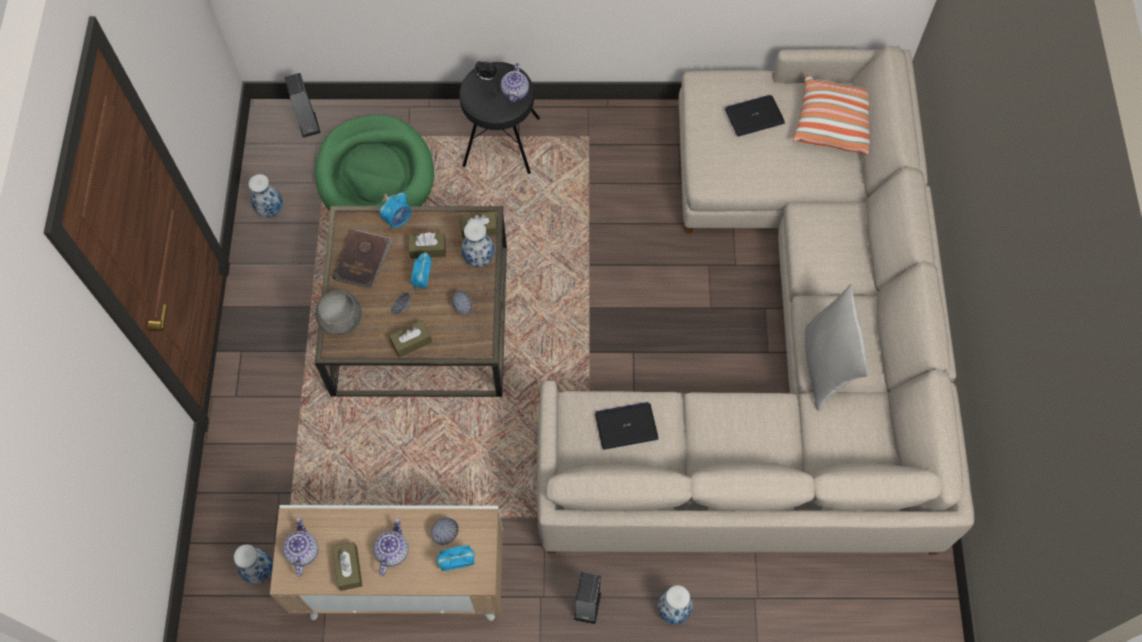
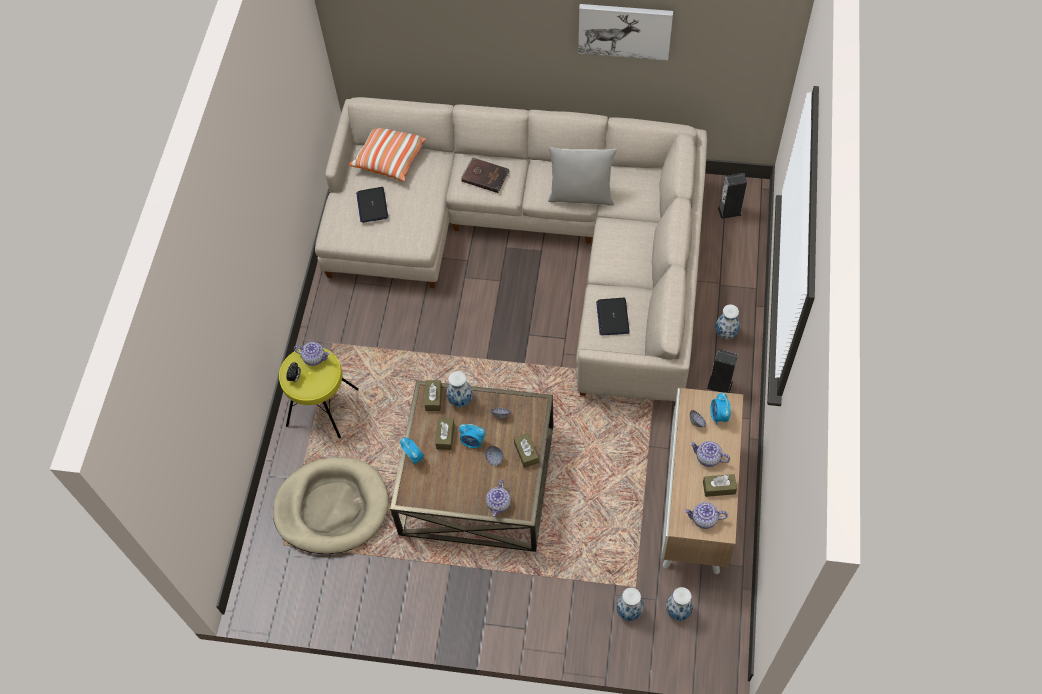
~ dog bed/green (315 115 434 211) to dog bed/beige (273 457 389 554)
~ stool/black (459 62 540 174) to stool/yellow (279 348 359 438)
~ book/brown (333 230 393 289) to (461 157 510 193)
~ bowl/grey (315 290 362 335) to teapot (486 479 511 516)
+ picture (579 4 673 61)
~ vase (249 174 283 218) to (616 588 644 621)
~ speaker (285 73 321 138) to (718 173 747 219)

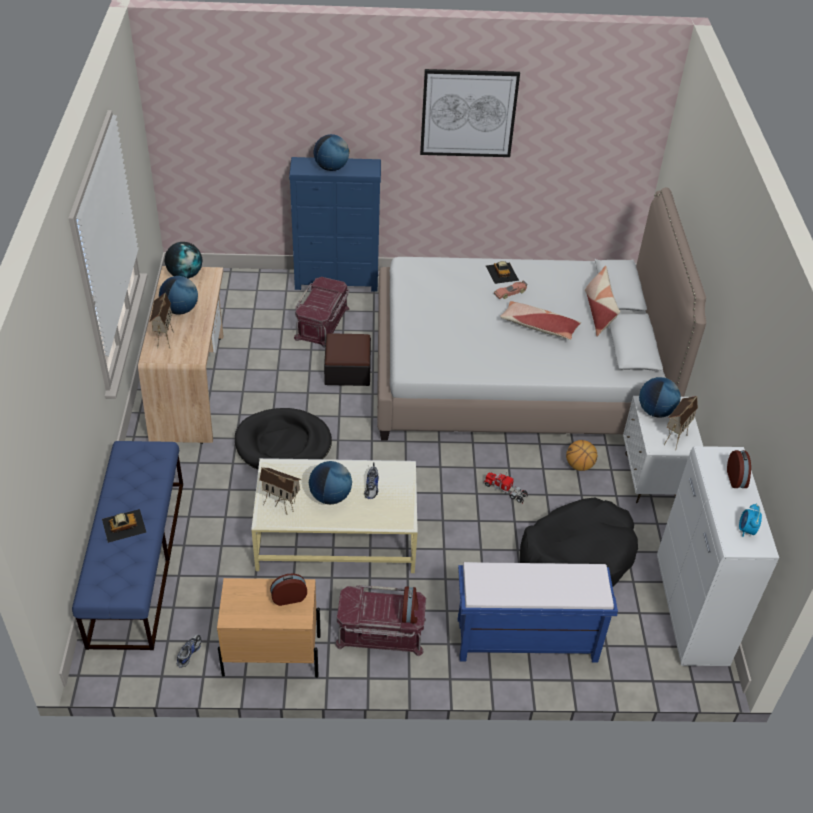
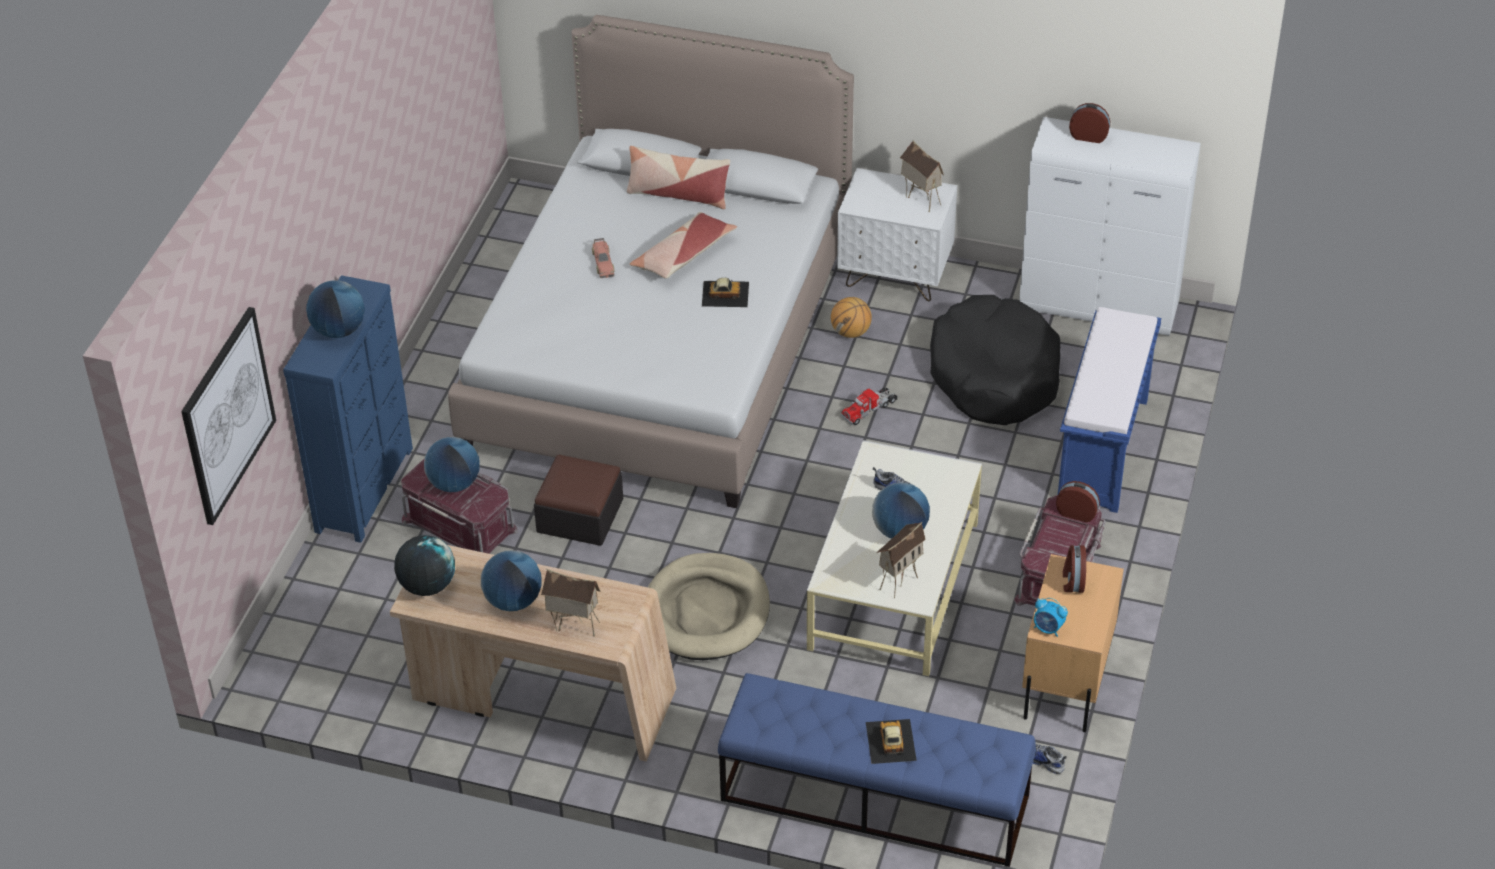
~ picture (420 69 520 157) to (181 307 276 525)
~ globe (639 377 681 418) to (424 437 480 492)
~ dog bed/black (235 408 332 470) to dog bed/beige (648 553 770 660)
~ toy car (486 261 519 284) to (702 278 749 307)
~ alarm clock (739 503 762 537) to (1034 598 1068 637)

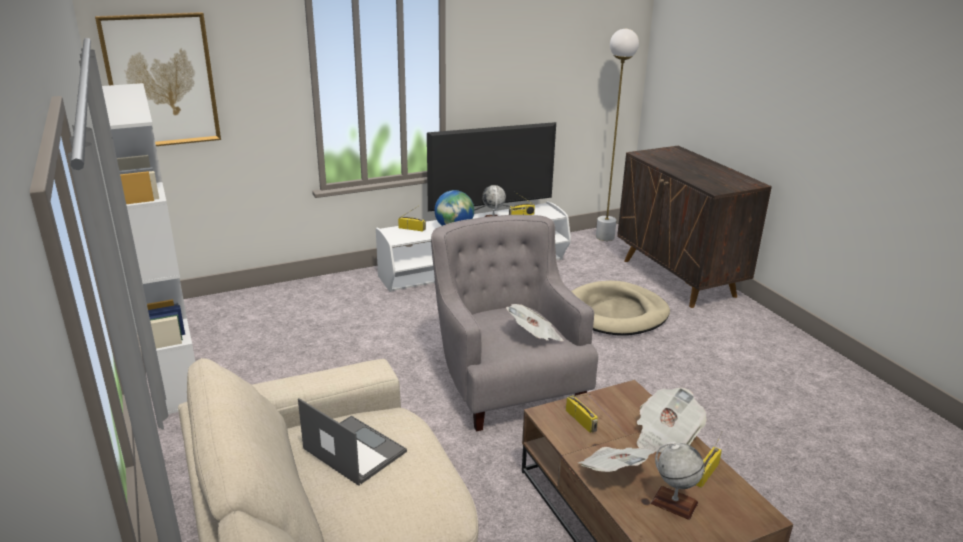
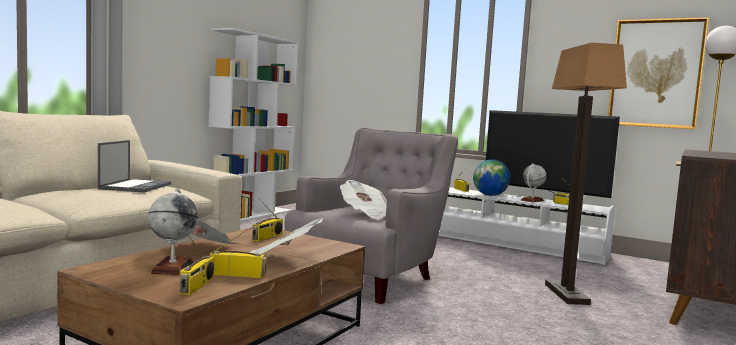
+ radio (179 233 214 295)
~ dog bed/beige (571 281 670 335) to floor lamp (545 43 627 305)
~ picture (95 12 221 146) to (608 17 709 129)

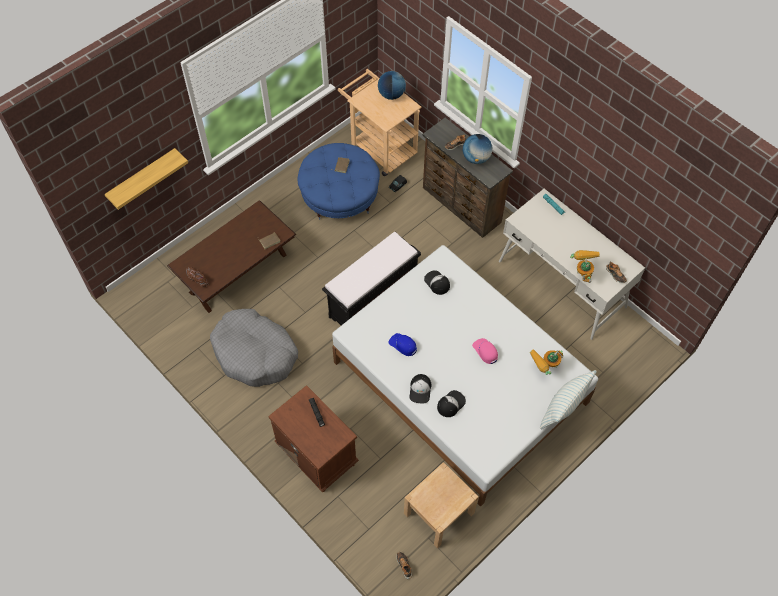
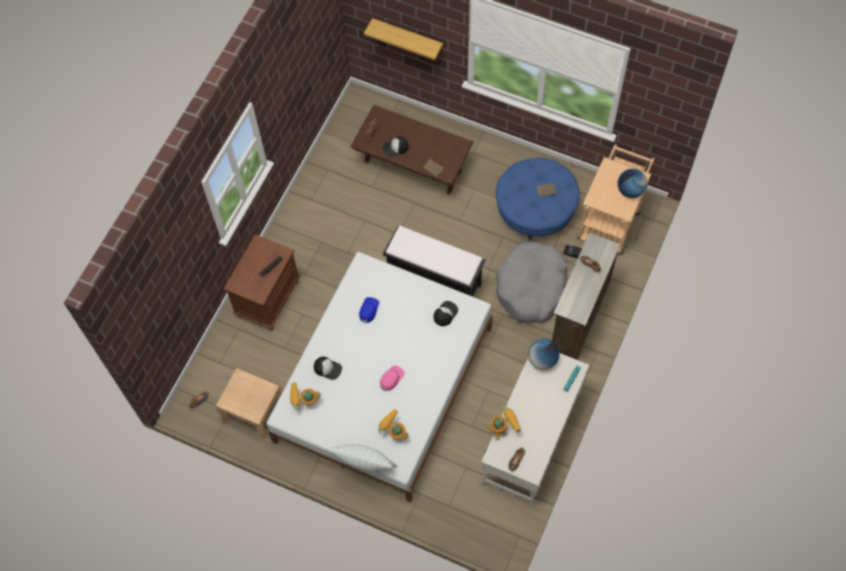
+ toy robot (290 382 321 410)
~ cap (410 374 431 403) to (383 136 409 157)
~ dog bed/grey (210 309 298 387) to (496 242 567 323)
~ globe (463 134 492 164) to (528 339 559 370)

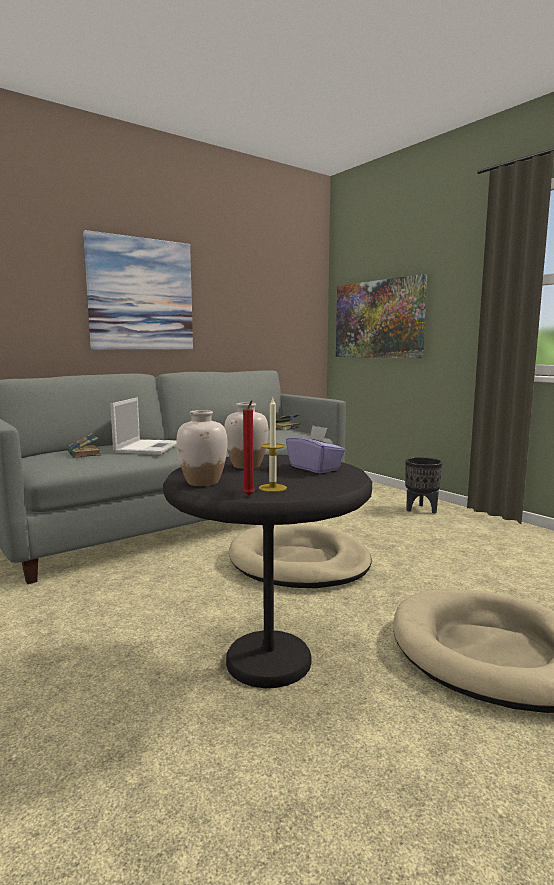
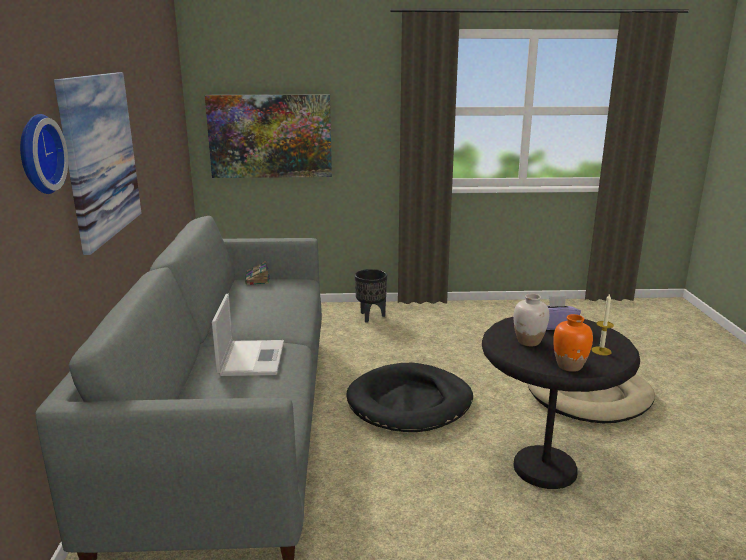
+ wall clock (20 114 68 194)
~ laptop (110 397 177 454) = (212 294 284 376) 45 degrees clockwise
~ dog bed/beige (229 524 372 588) to dog bed/black (347 363 473 432)
~ vase/white (177 410 227 486) to vase/orange (553 314 593 372)
- book (68 433 102 458)
- candle/red (243 400 255 496)

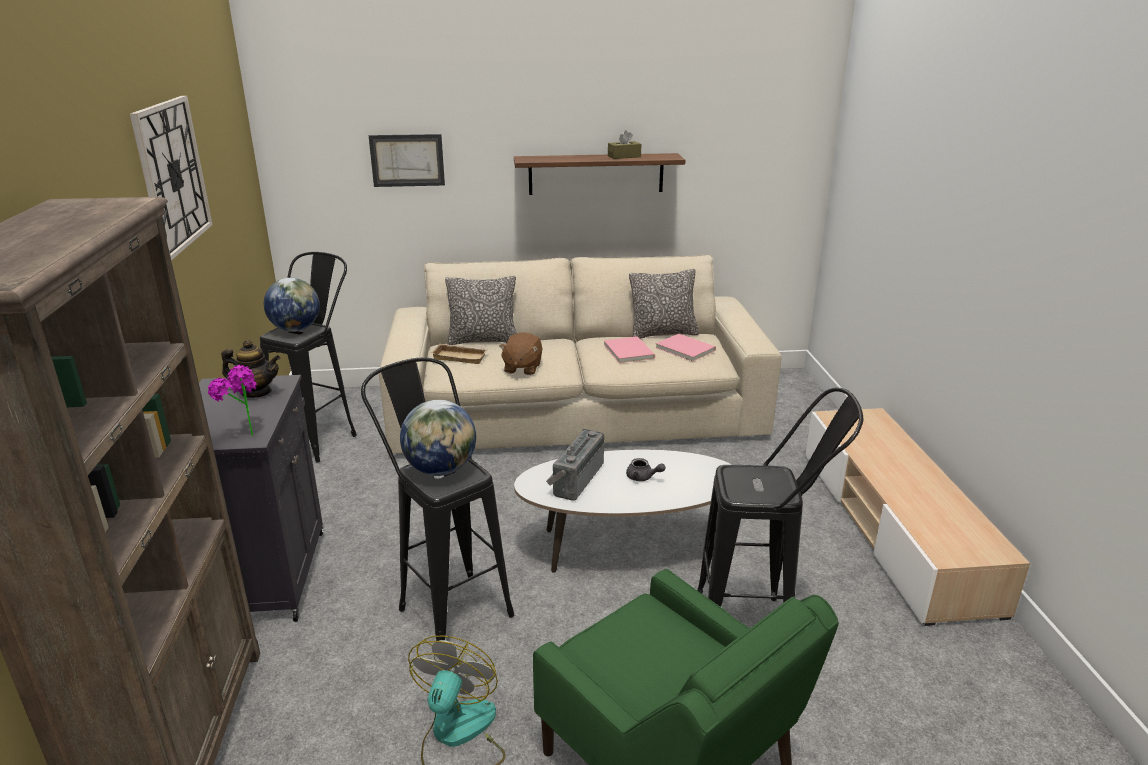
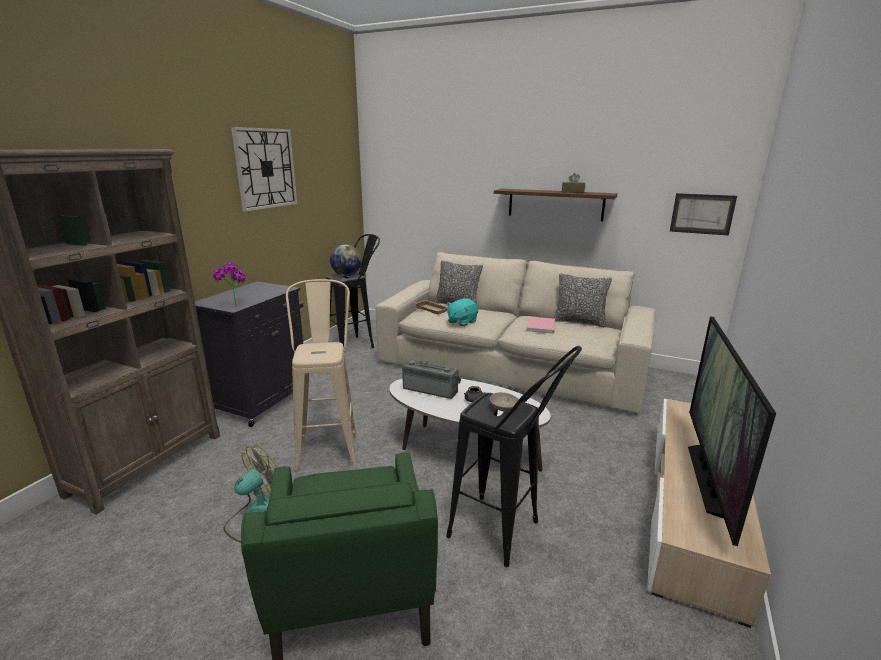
~ stool/black (361 357 514 641) to stool/beige (286 279 357 471)
~ radio (546 429 604 501) = (402 359 461 399) 60 degrees clockwise
~ plush toy/brown (499 332 543 375) to plush toy/turquoise (447 298 478 326)
+ bowl/beige (490 392 519 412)
~ picture (369 134 445 187) to (670 193 737 235)
+ television (688 317 776 546)
- teapot (221 340 280 398)
- globe (400 399 476 476)
- book/pink (656 334 716 361)

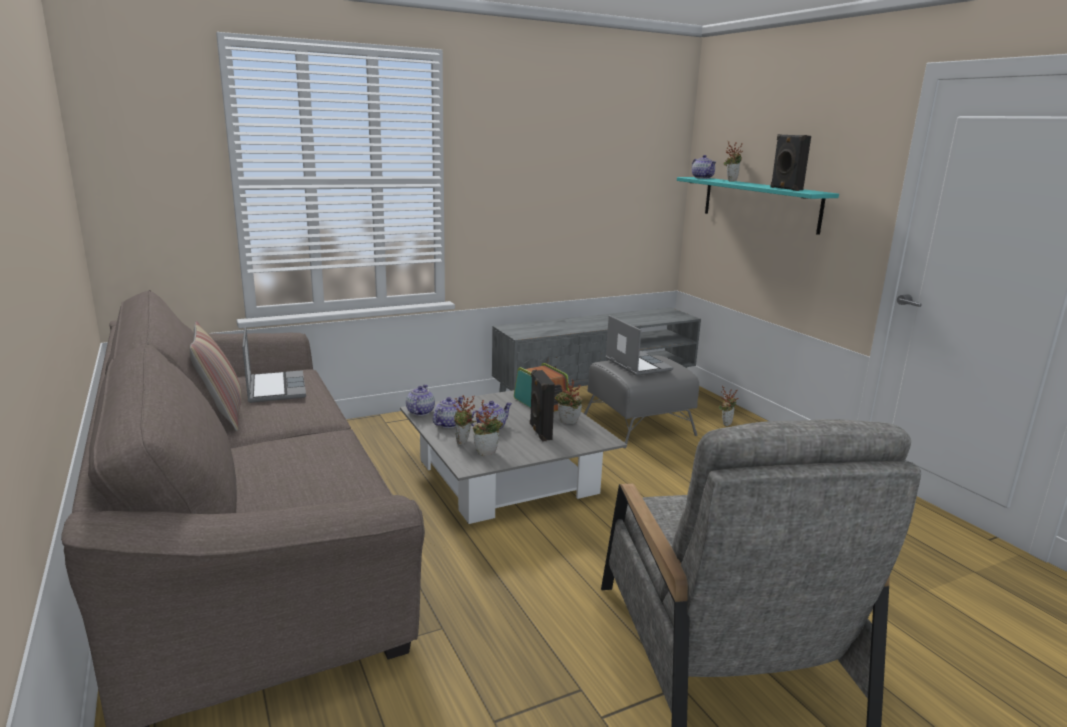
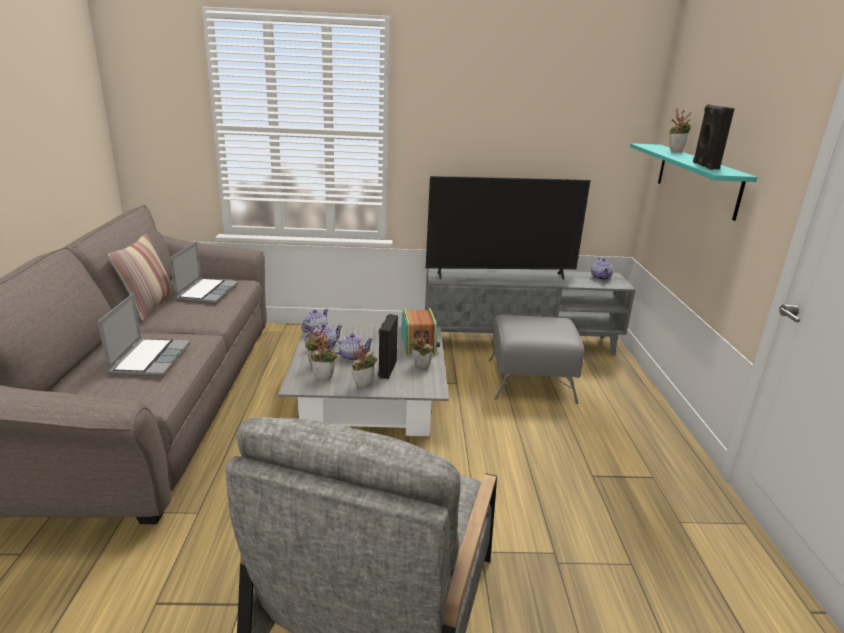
~ laptop (605 315 673 376) to (98 293 190 376)
~ potted plant (718 386 738 426) to (352 340 377 388)
+ television (426 176 591 280)
~ teapot (692 155 716 179) to (591 258 613 280)

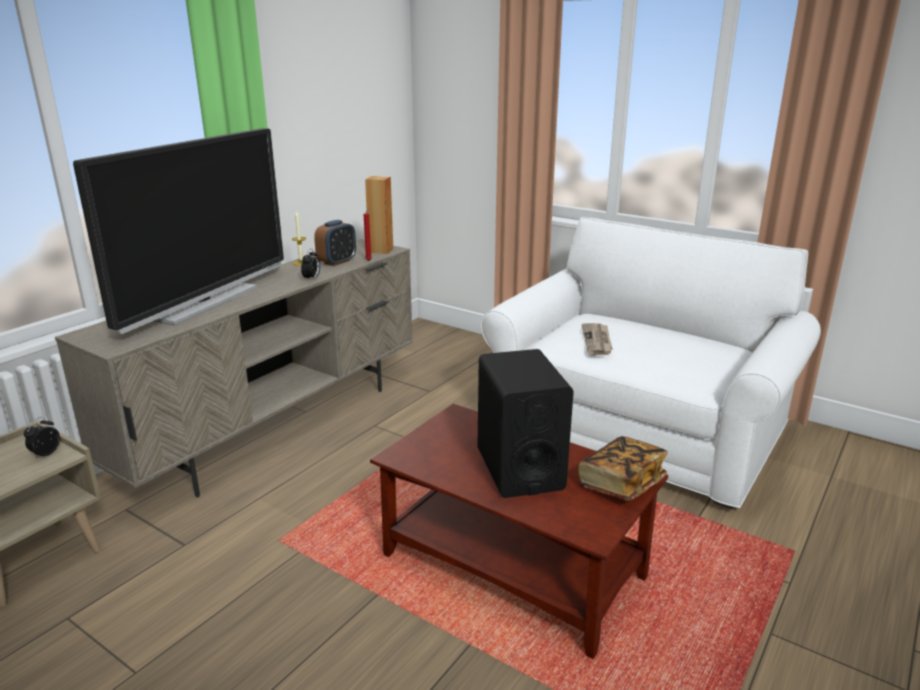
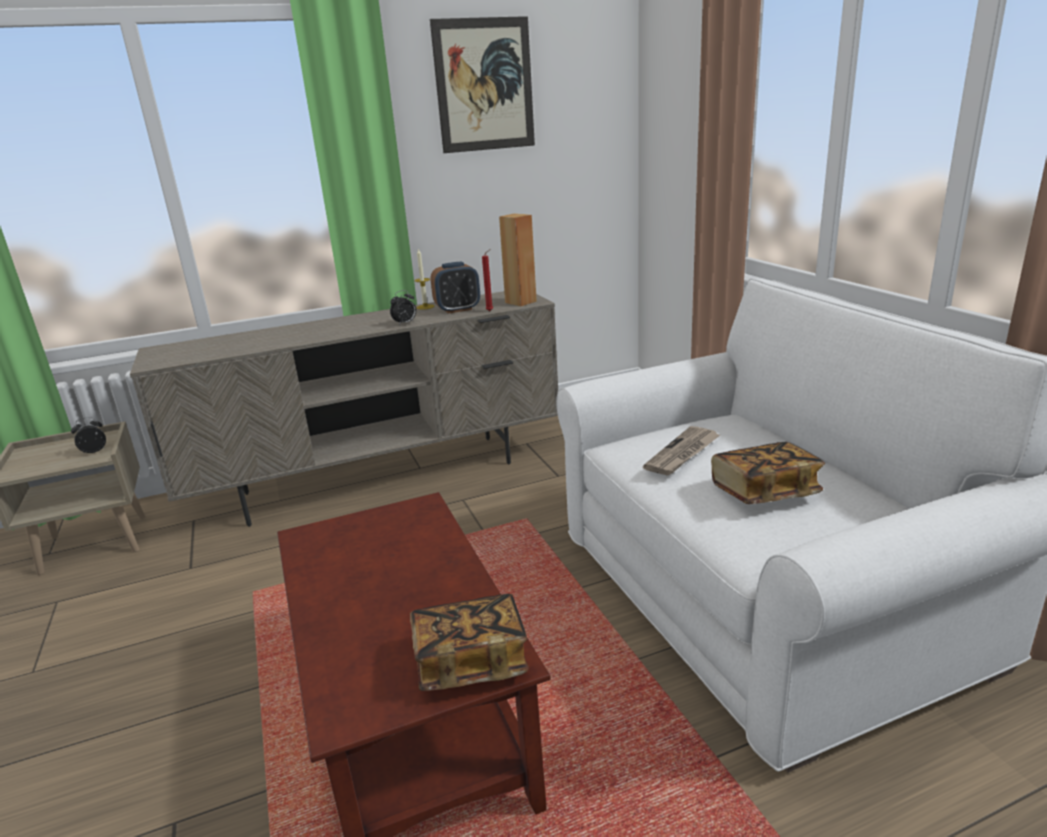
+ picture (430 16 535 153)
+ book (711 442 825 504)
- television (73 128 284 334)
- speaker/black (477 349 574 498)

